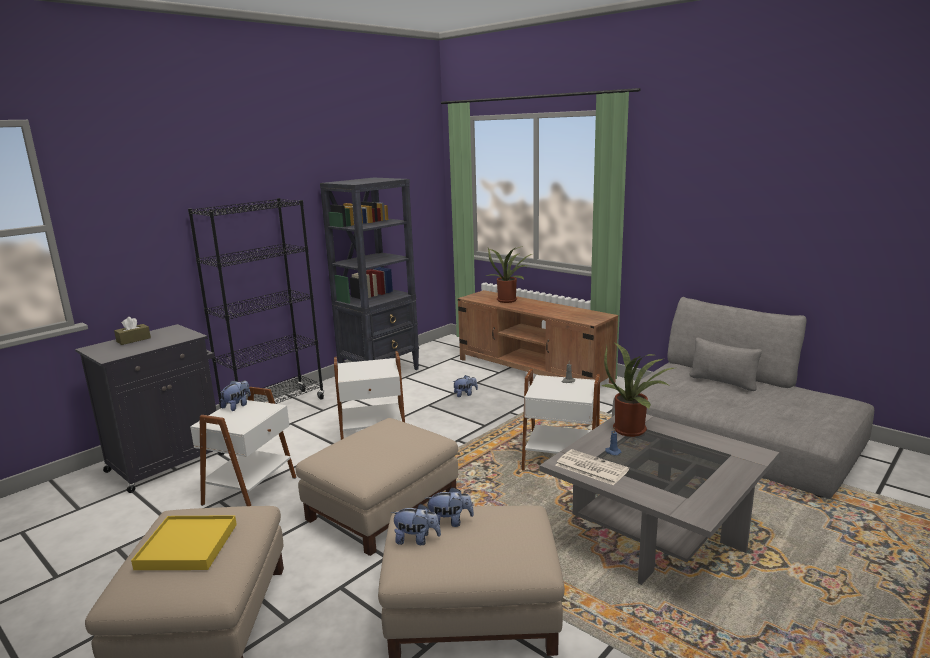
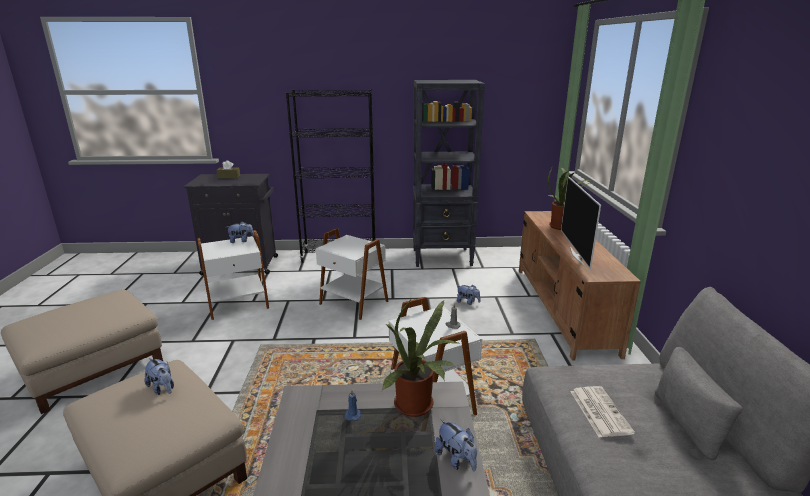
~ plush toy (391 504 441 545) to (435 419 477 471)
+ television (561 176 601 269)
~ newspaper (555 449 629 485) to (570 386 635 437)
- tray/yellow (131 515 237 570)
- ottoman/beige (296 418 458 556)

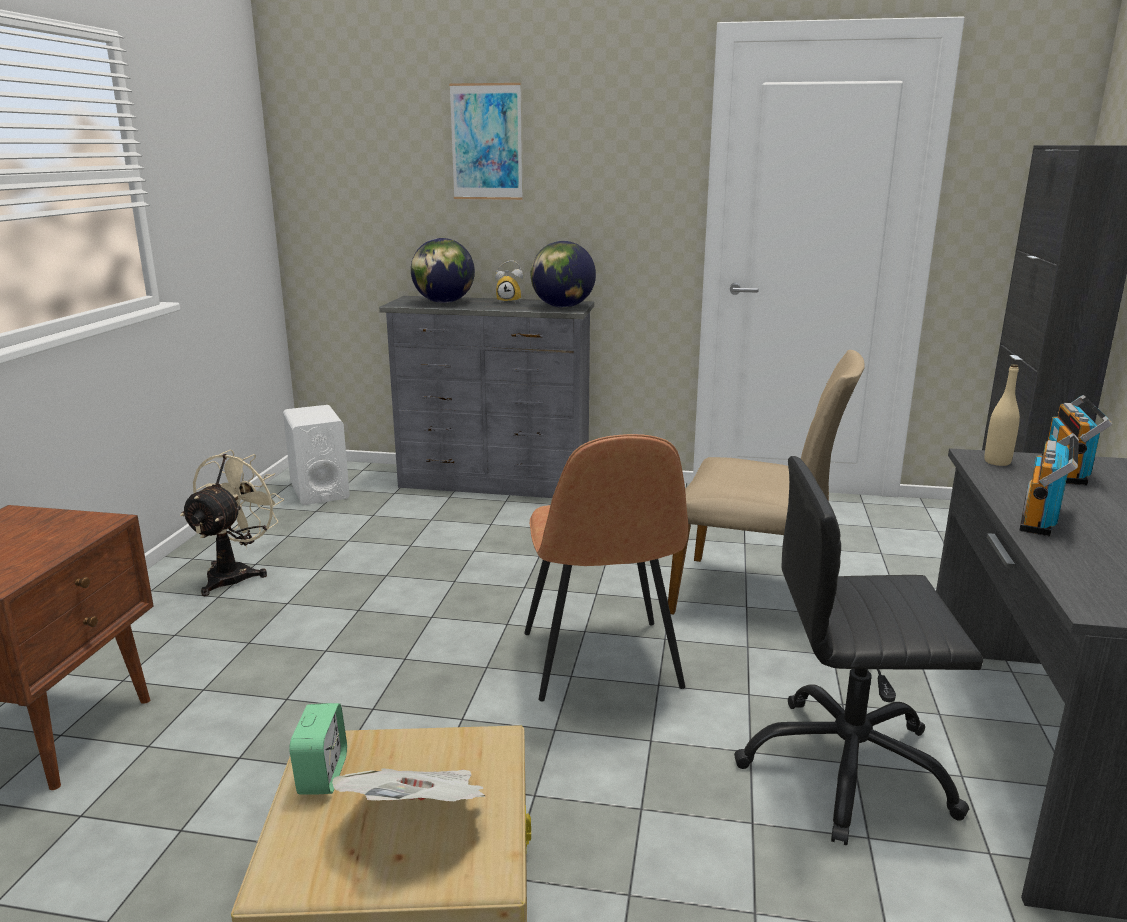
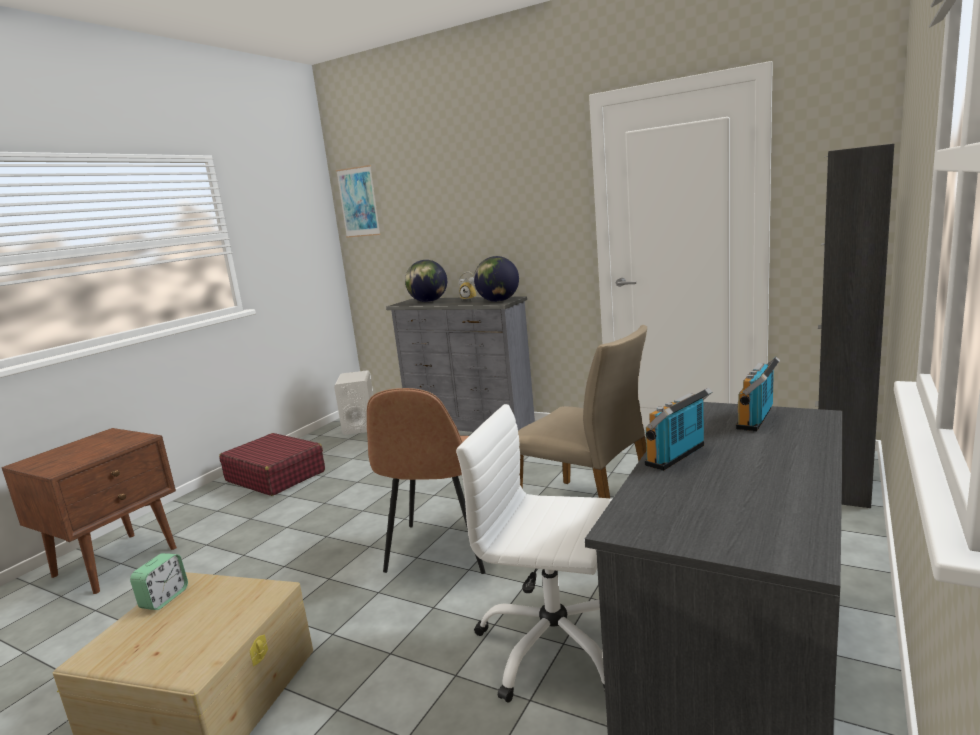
~ fan/beige (180 449 284 596) to suitcase/red (219 433 325 496)
~ picture (449 83 523 200) to (336 165 381 238)
~ office chair/black (734 456 983 845) to office chair/white (456 404 612 703)
- newspaper (332 768 486 801)
- bottle/beige (984 364 1020 466)

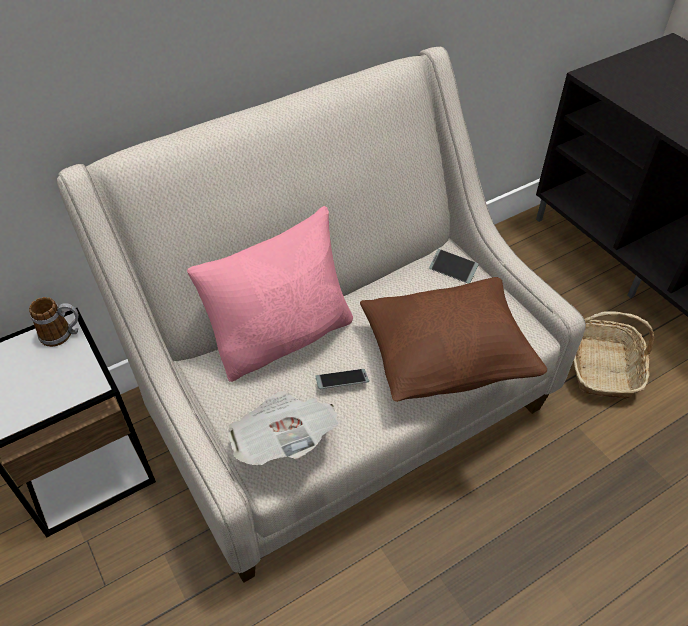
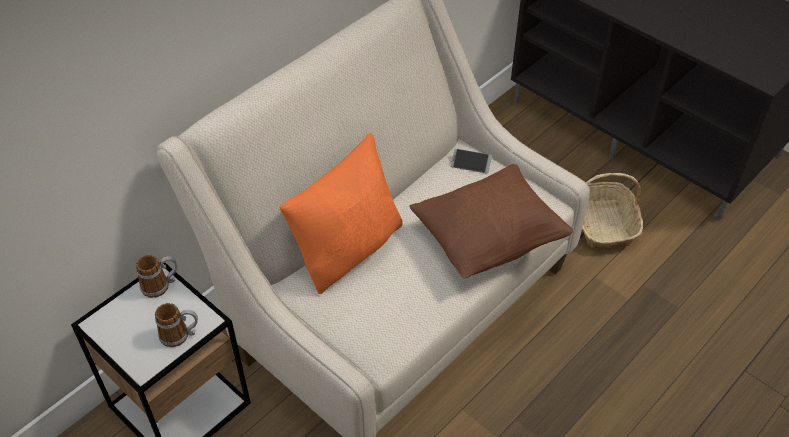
+ mug (155 303 198 347)
~ pillow/pink (187 206 353 382) to pillow/orange (280 133 403 294)
- newspaper (228 391 339 465)
- phone (315 369 369 389)

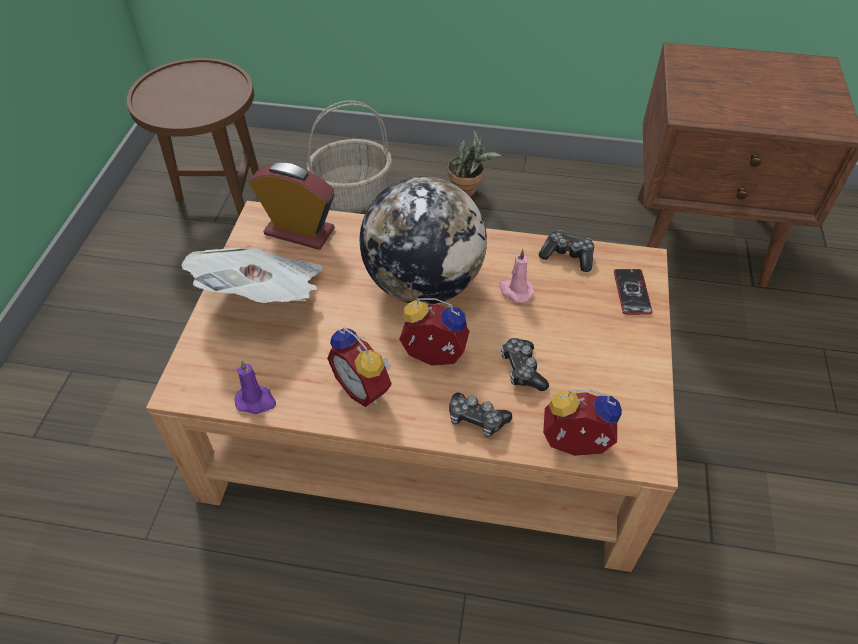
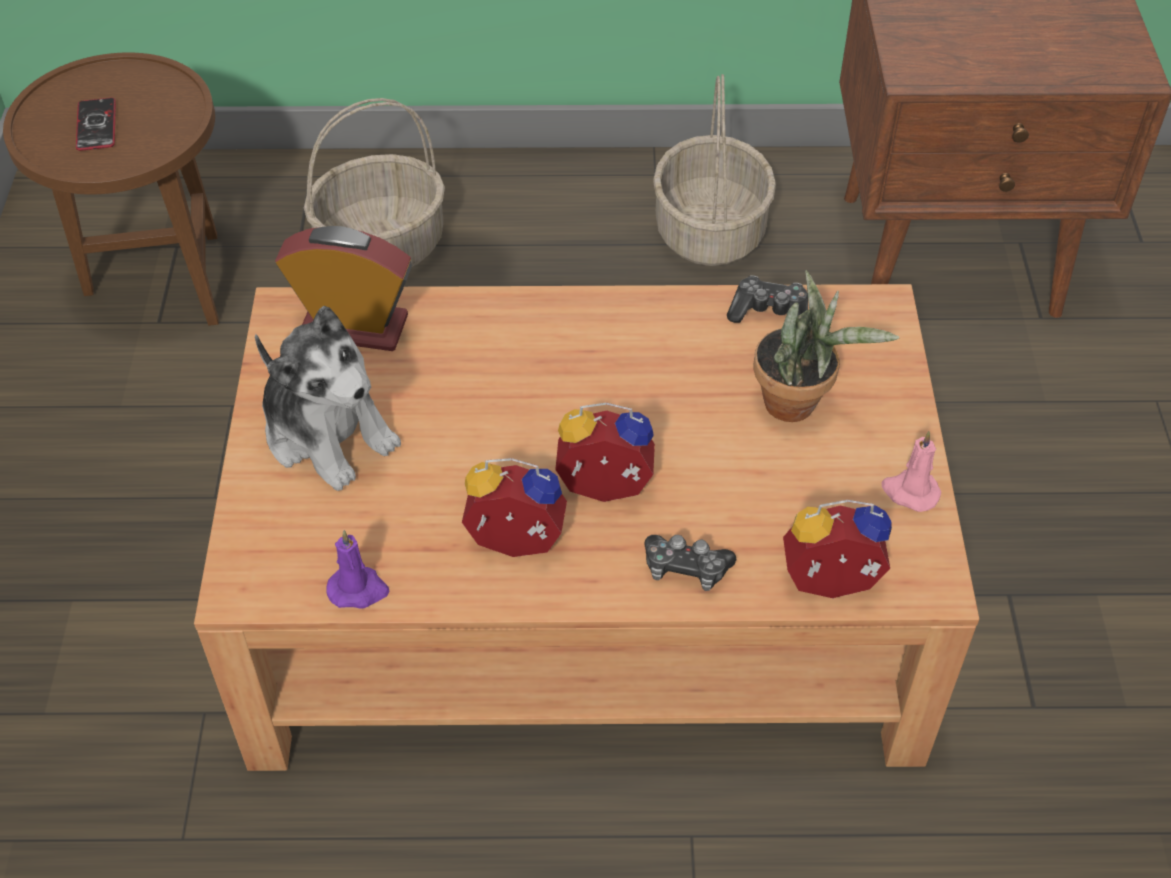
~ phone (614 269 653 315) to (76 98 116 151)
~ newspaper (182 247 323 303) to plush toy (255 306 401 491)
~ alarm clock (327 327 392 407) = (462 458 567 557) 150 degrees clockwise
+ basket (653 74 776 266)
~ potted plant (447 130 501 197) to (754 270 899 422)
~ candle/pink (499 249 534 303) to (882 431 941 512)
- globe (360 176 487 305)
- game controller (501 338 549 391)

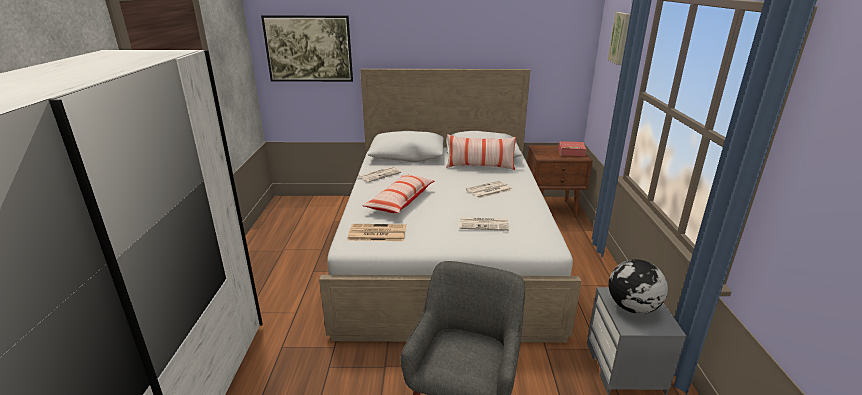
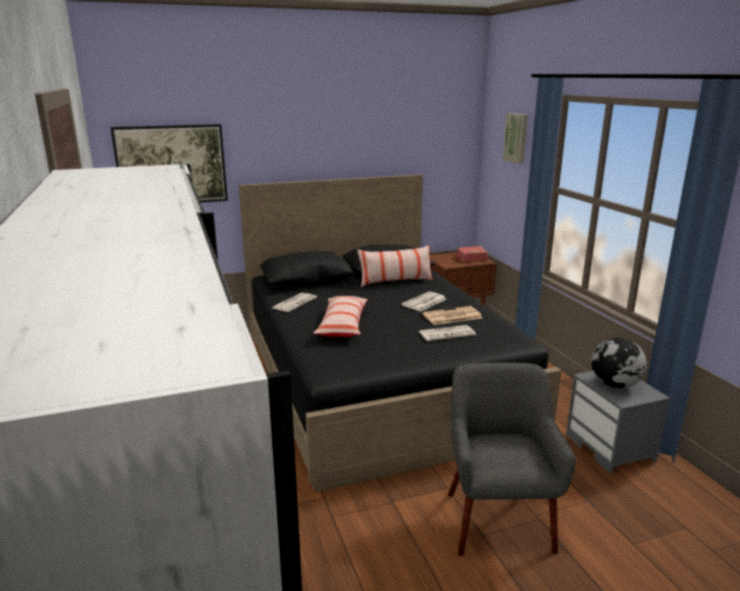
~ bed/white (319 69 581 343) to bed/black (239 174 561 492)
~ newspaper (347 224 406 241) to (422 306 482 325)

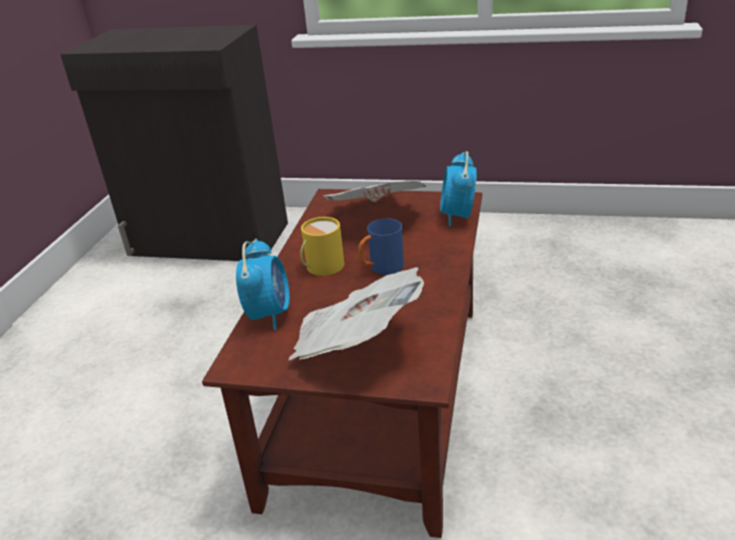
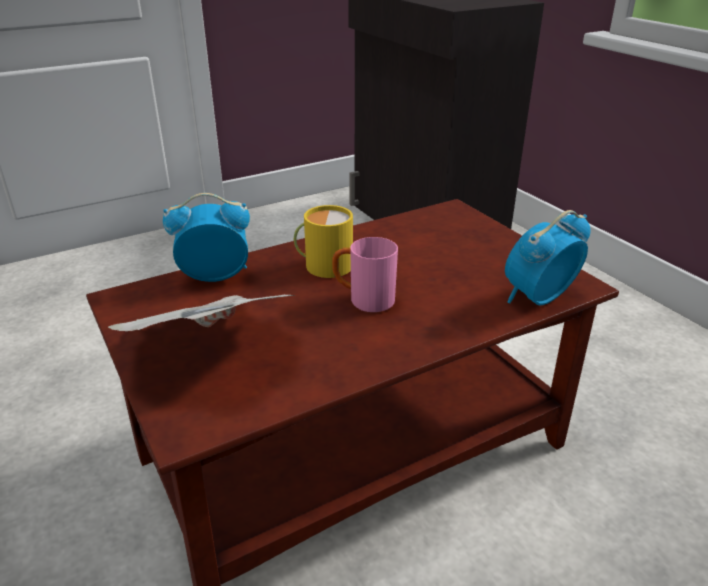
~ alarm clock (236 239 290 330) = (163 193 250 282) 150 degrees counterclockwise
~ mug/blue (358 219 404 275) to mug/pink (332 237 398 312)
- newspaper (324 181 426 202)

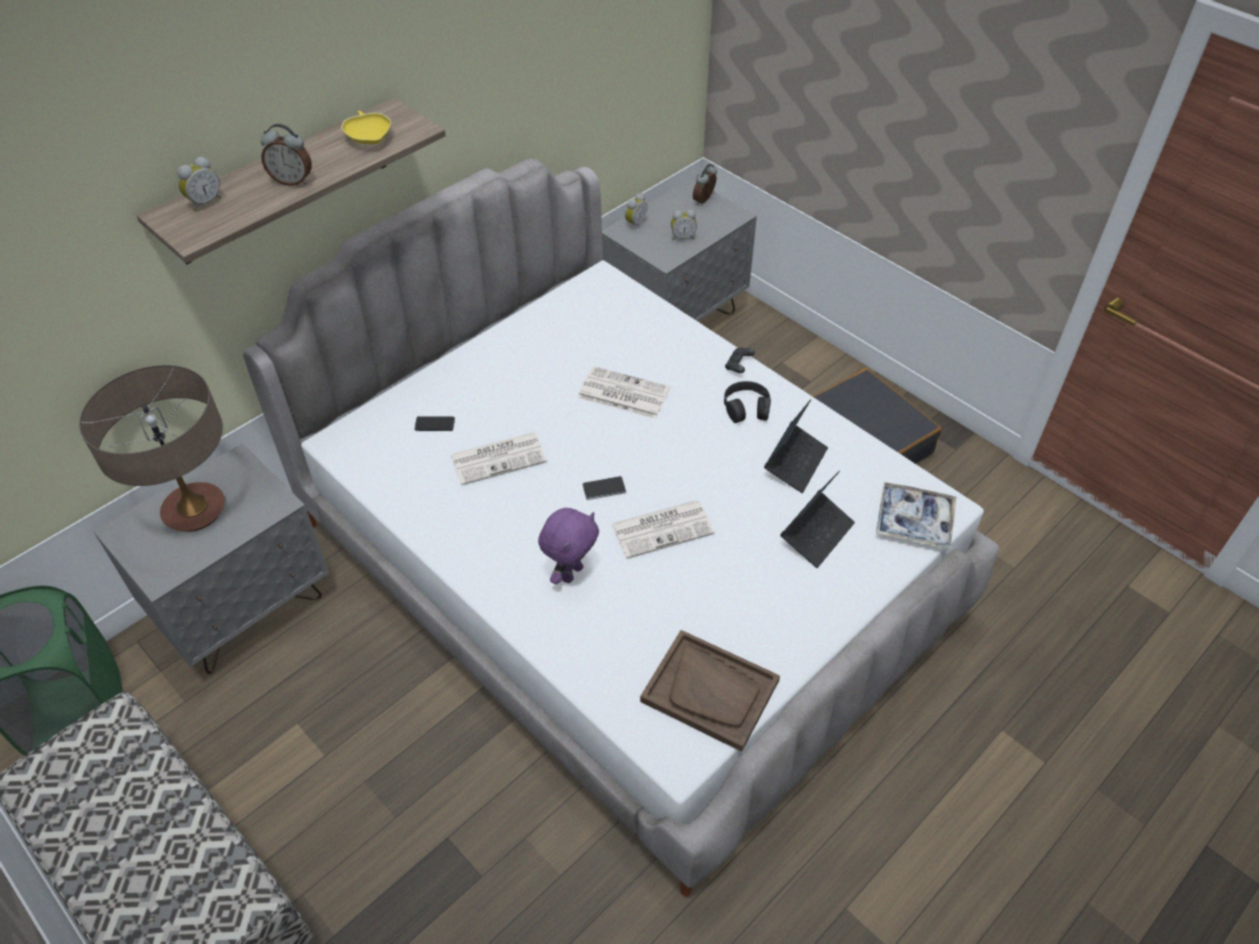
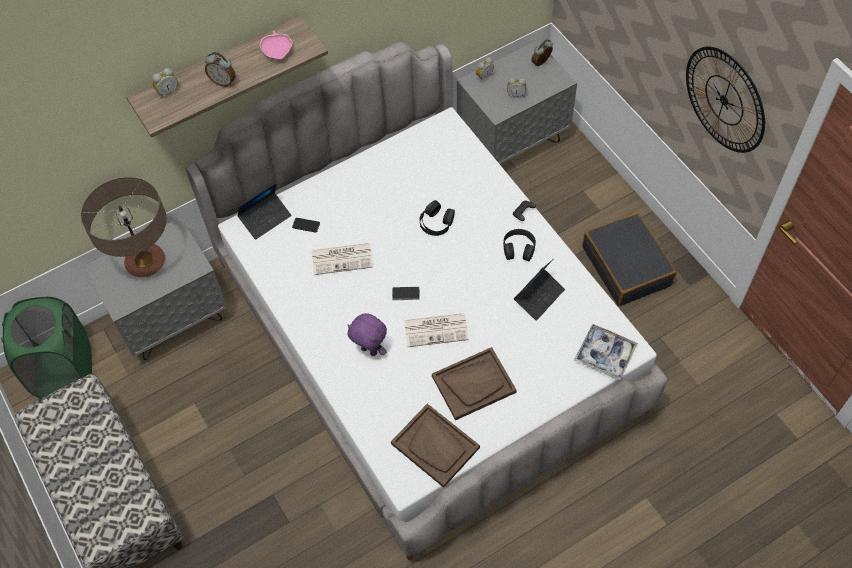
~ laptop (780 470 855 568) to (237 183 291 240)
~ bowl/yellow (341 111 391 144) to bowl/pink (260 30 293 60)
~ plush toy/purple (538 508 599 584) = (347 313 387 356) 75 degrees clockwise
~ newspaper (578 366 670 419) to headphones/black (419 200 455 236)
+ tray/brown (432 347 517 420)
+ wall clock (686 47 765 153)

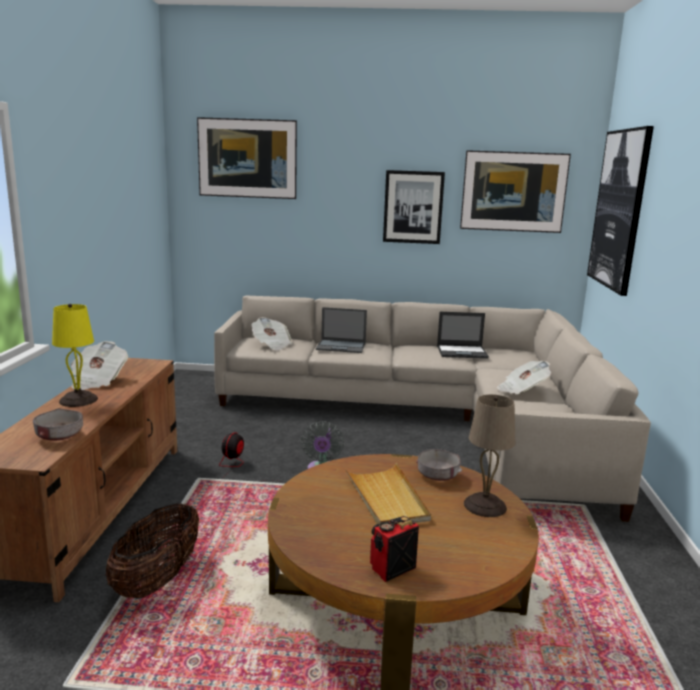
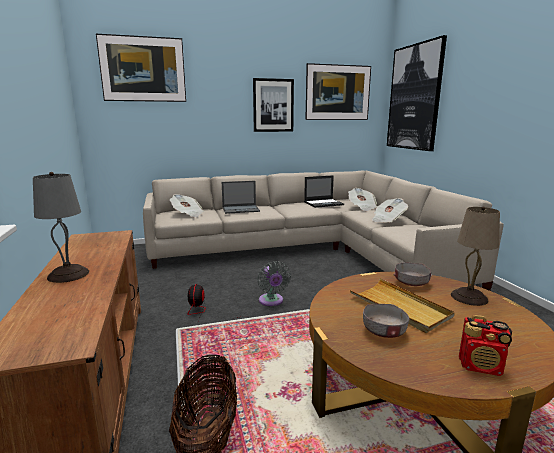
~ table lamp/yellow (52 304 98 407) to table lamp/grey (33 172 89 283)
~ newspaper (70 341 128 390) to (348 188 377 211)
~ bowl/grey (33 408 83 441) to (363 304 409 338)
~ radio (370 516 419 582) = (459 315 512 376) 105 degrees counterclockwise

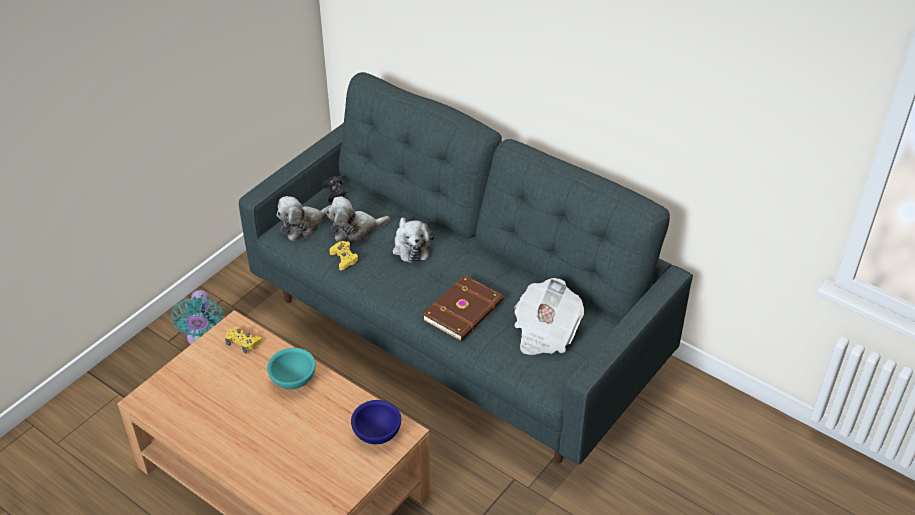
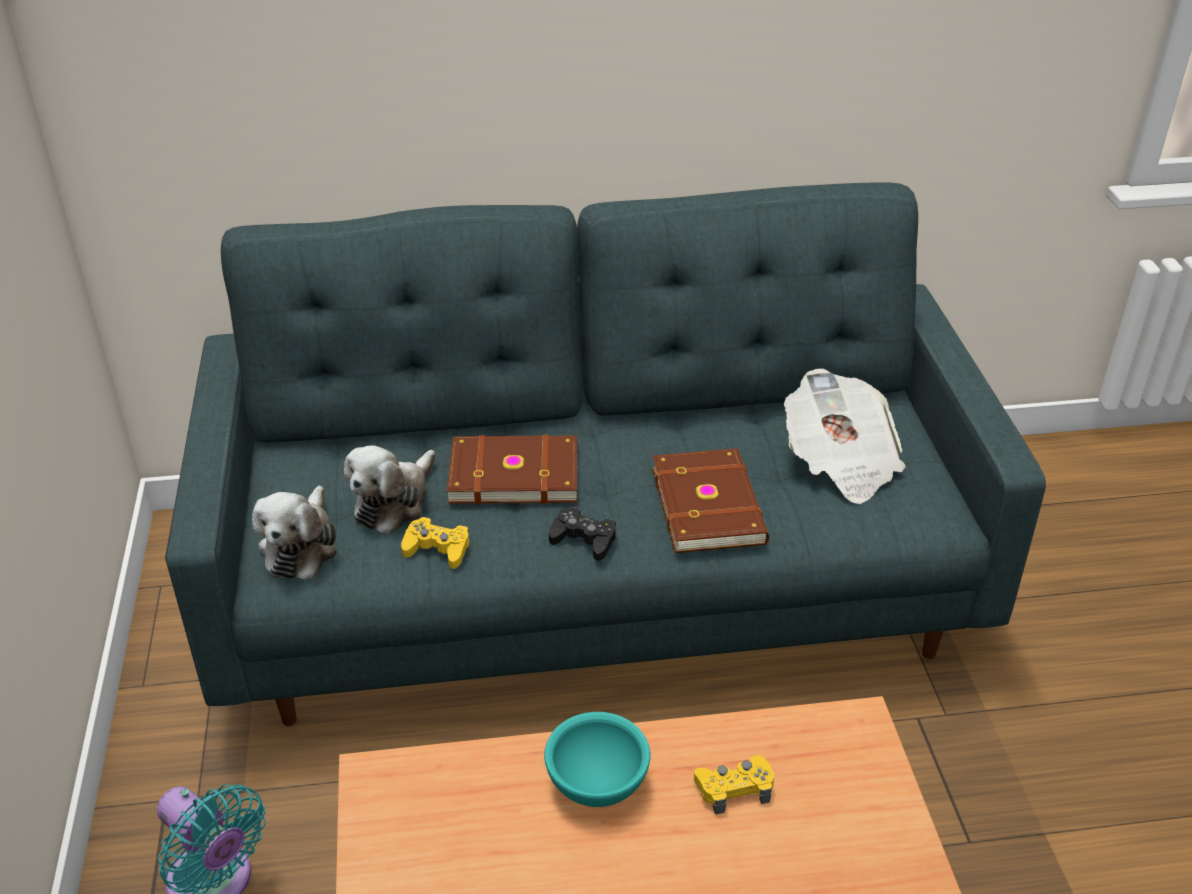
~ plush toy (392 217 434 263) to book/brown (447 435 577 504)
~ game controller/black (323 176 348 202) to (549 506 616 561)
~ game controller/yellow (225 327 262 354) to (694 755 774 815)
- bowl/blue (351 400 401 444)

